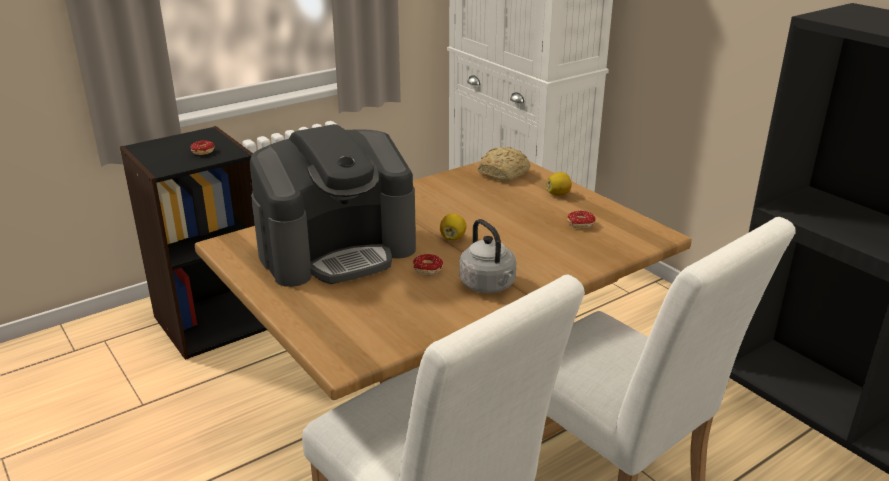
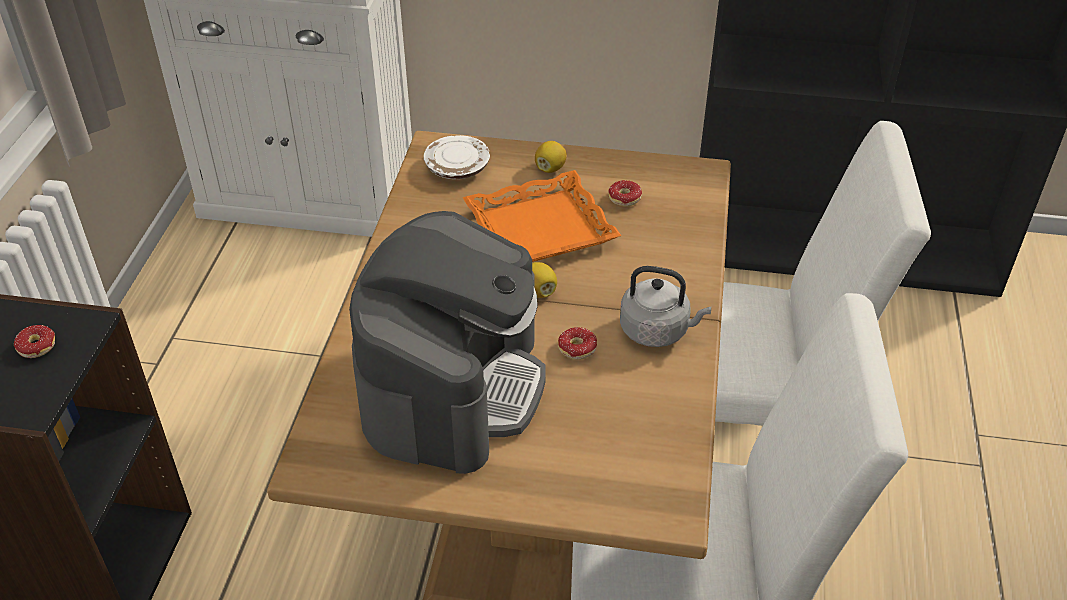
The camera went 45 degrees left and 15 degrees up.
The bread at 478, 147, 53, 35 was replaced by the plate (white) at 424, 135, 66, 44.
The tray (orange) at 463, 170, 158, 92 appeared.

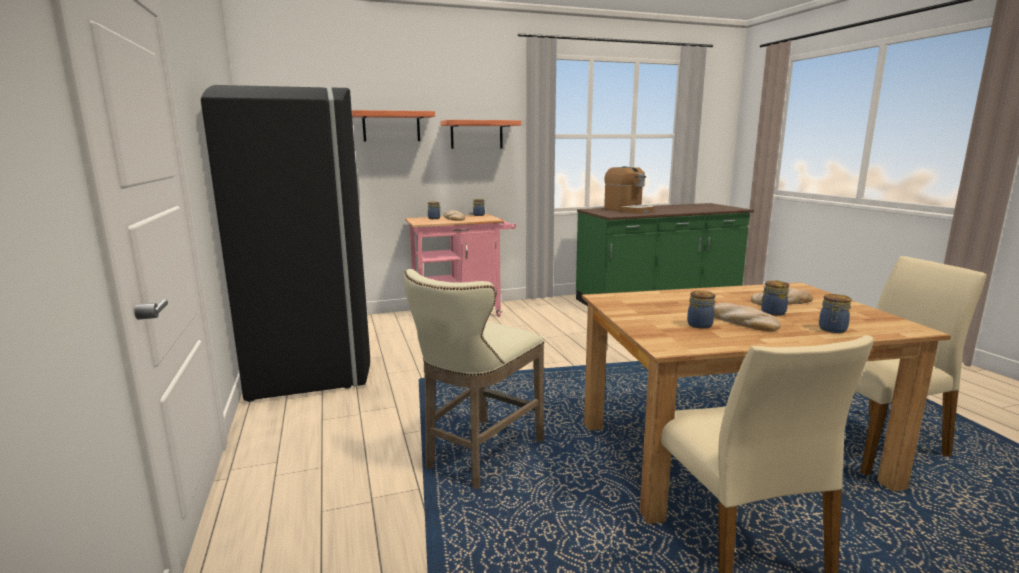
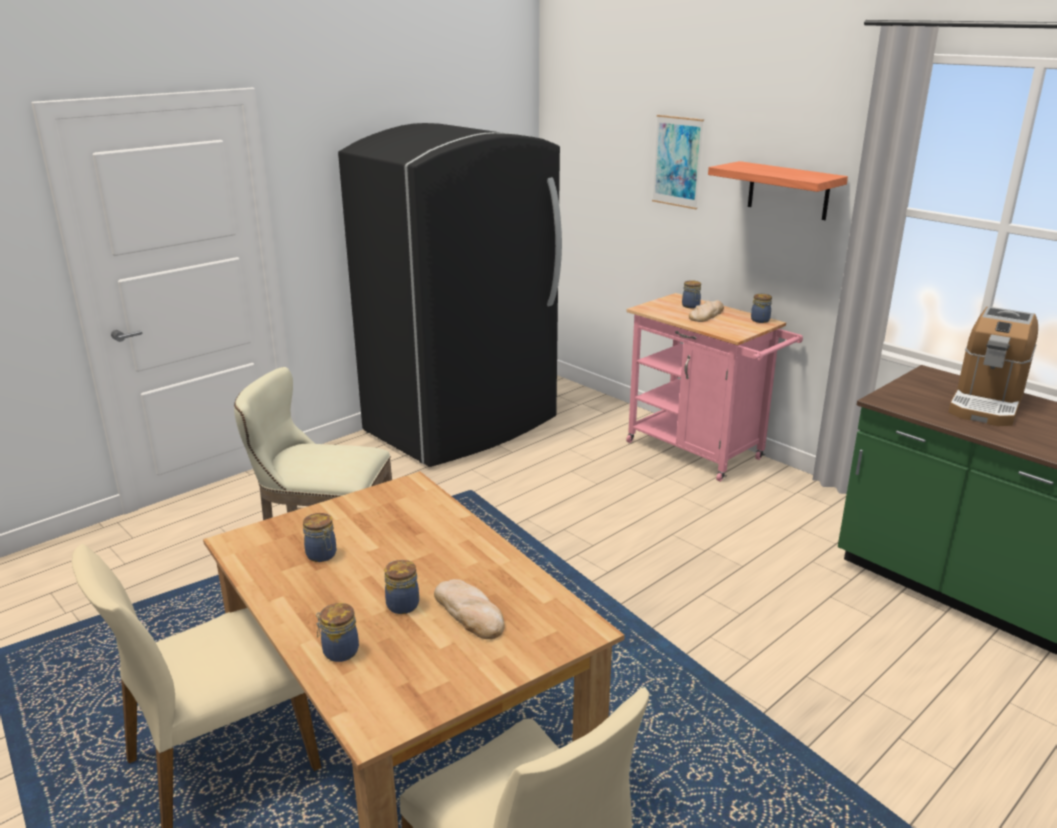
The camera went 65 degrees right and 10 degrees up.
The shelf at 352, 110, 83, 32 was replaced by the picture at 652, 115, 52, 94.
The bread at 713, 302, 67, 29 disappeared.

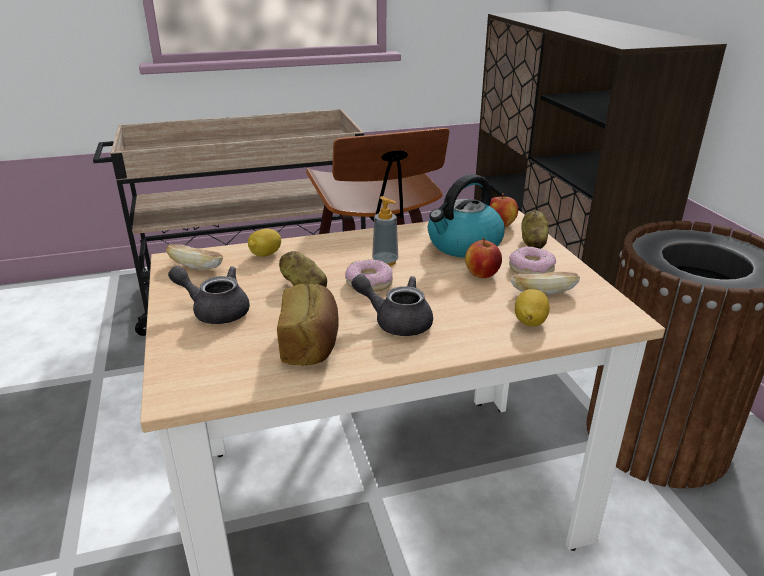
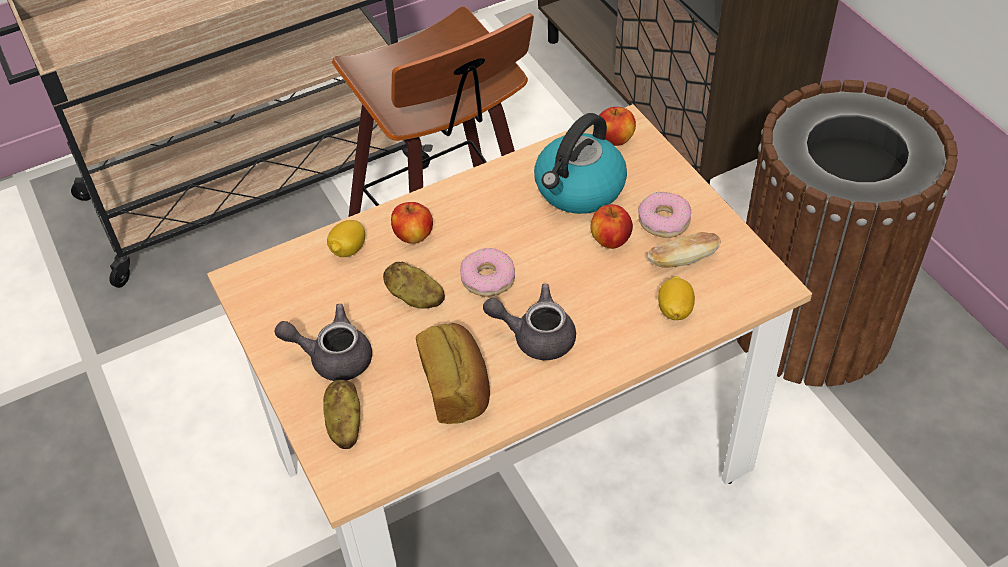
The camera went 10 degrees left and 20 degrees up.
The soap dispenser at 372, 196, 26, 70 disappeared.
The potato moved from 521, 210, 28, 39 to 323, 380, 37, 69.
The bread at 166, 244, 57, 26 disappeared.
The apple at 391, 202, 42, 42 appeared.

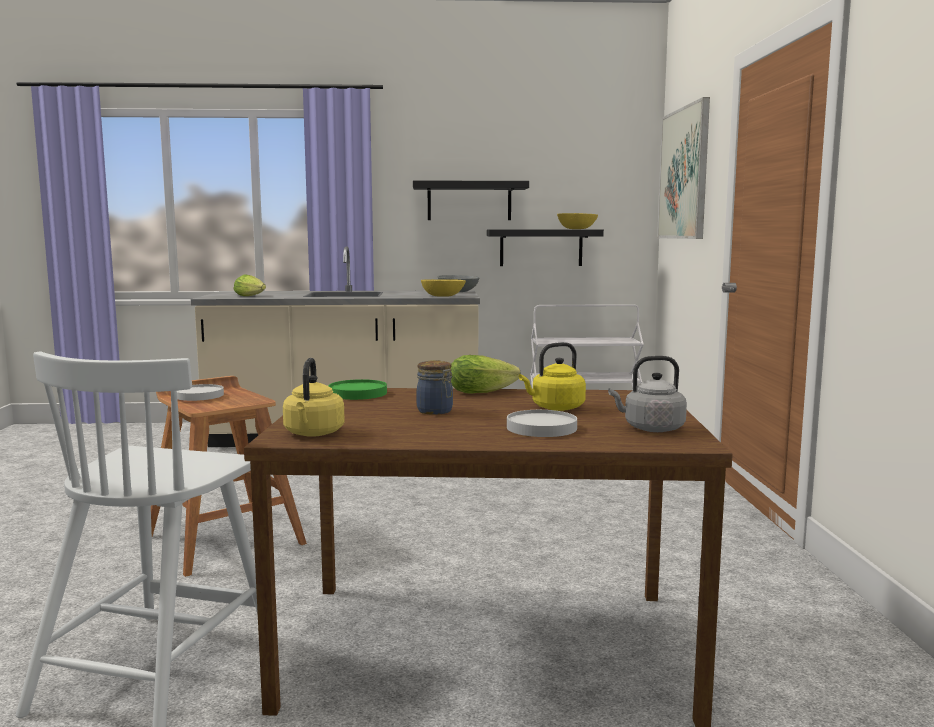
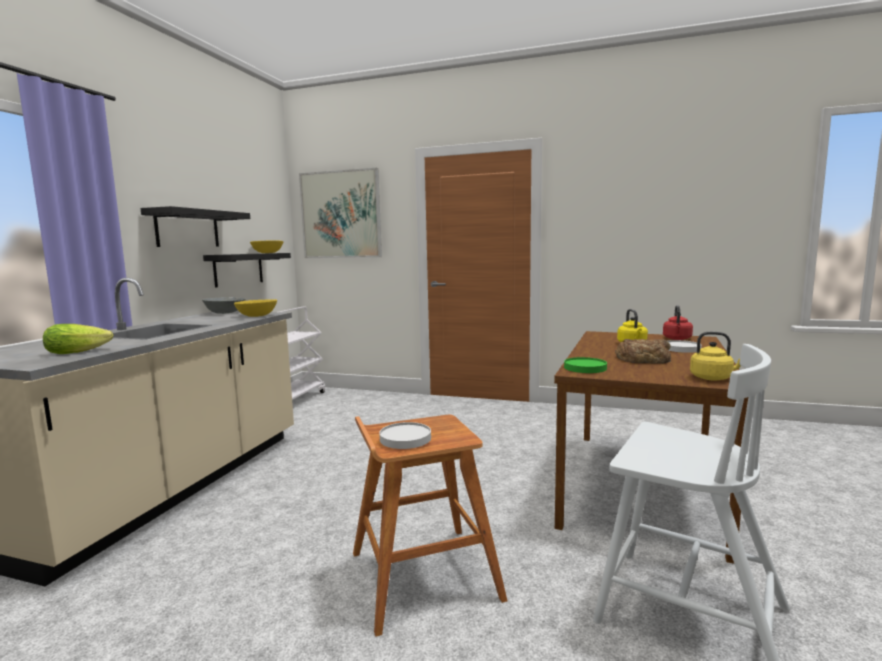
The camera went 70 degrees left and 0 degrees up.
The lettuce at 450, 355, 70, 38 disappeared.
The kettle (grey) at 608, 356, 79, 76 became the kettle (red) at 663, 305, 30, 35.
The jar at 416, 360, 37, 55 was replaced by the bread at 615, 339, 56, 25.

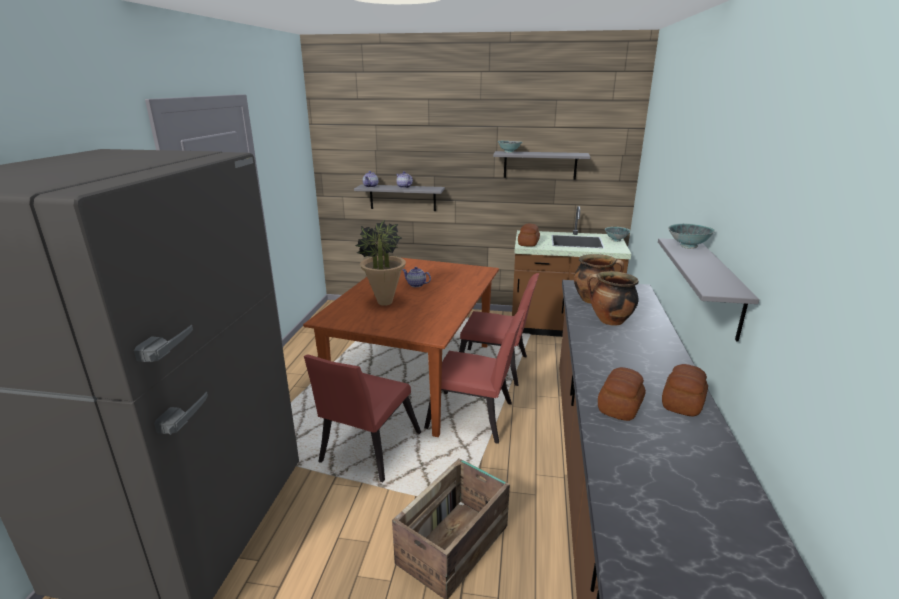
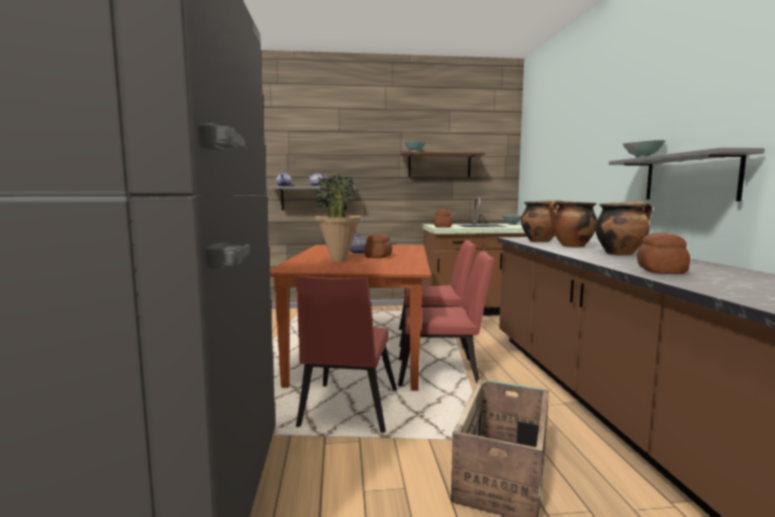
The camera went 15 degrees left and 15 degrees down.
The shelf (grey) at 493, 151, 97, 29 became the shelf (brown) at 400, 152, 85, 25.
The bread moved from 662, 364, 46, 52 to 364, 233, 28, 25.
The cooking pot at 595, 201, 58, 54 appeared.

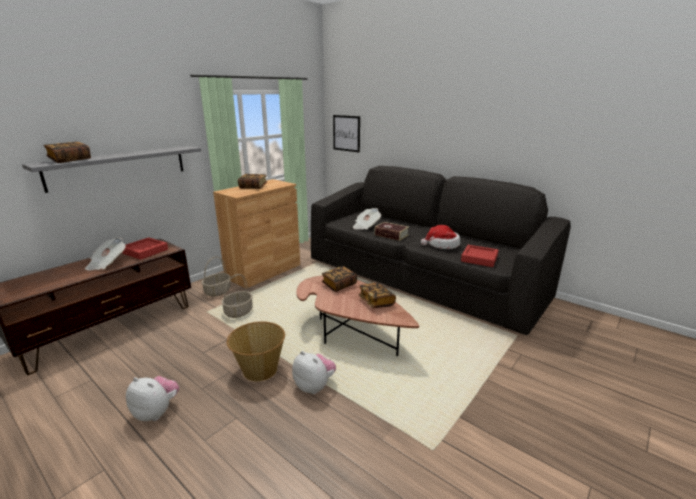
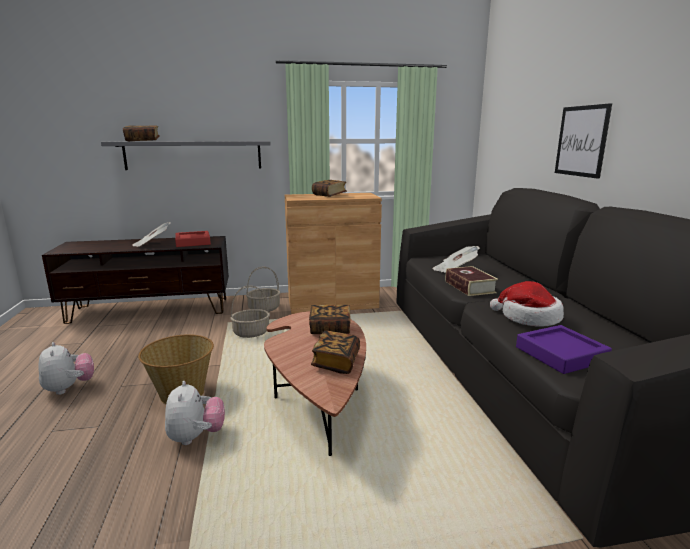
The camera went 40 degrees right and 5 degrees down.
The picture moved from 333, 115, 27, 37 to 555, 103, 57, 76.
The tray (red) at 461, 245, 37, 22 became the tray (purple) at 516, 325, 96, 49.

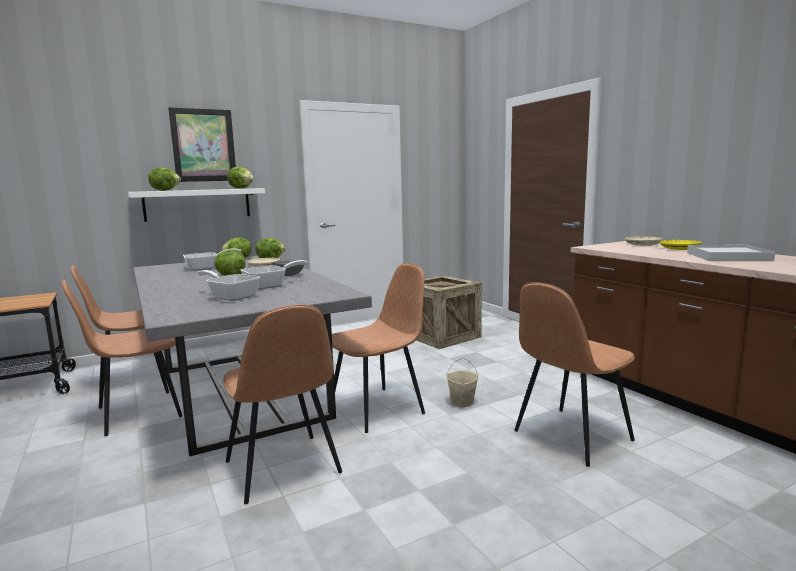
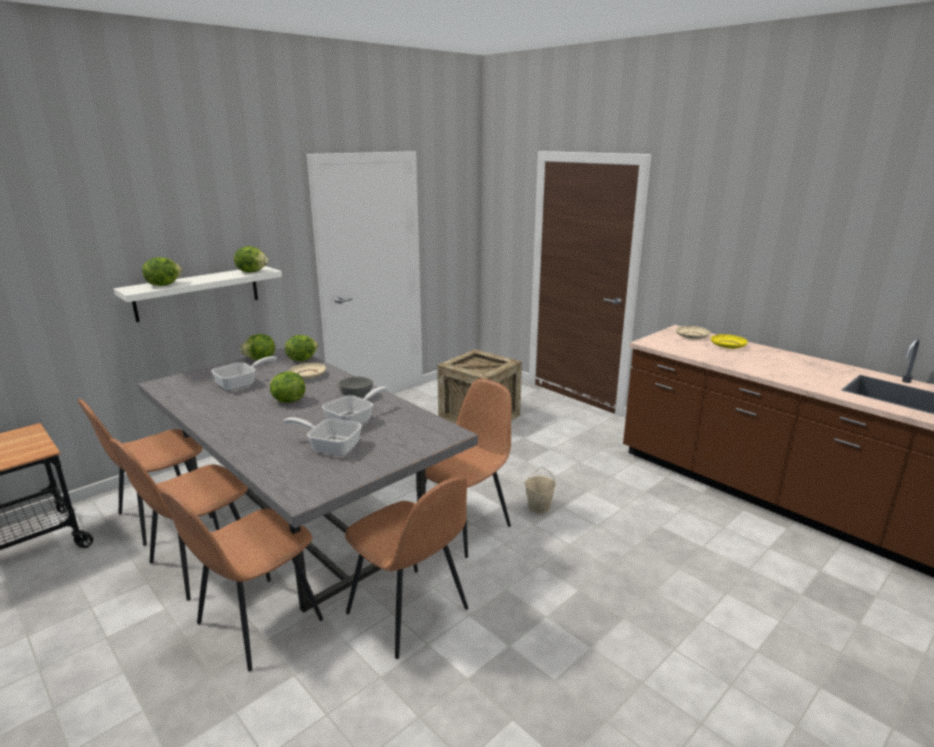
The camera went 15 degrees left and 10 degrees up.
The picture at 168, 107, 68, 75 disappeared.
The tray (white) at 687, 245, 88, 16 disappeared.
The chair (brown) moved from 514, 282, 121, 185 to 159, 488, 164, 183.

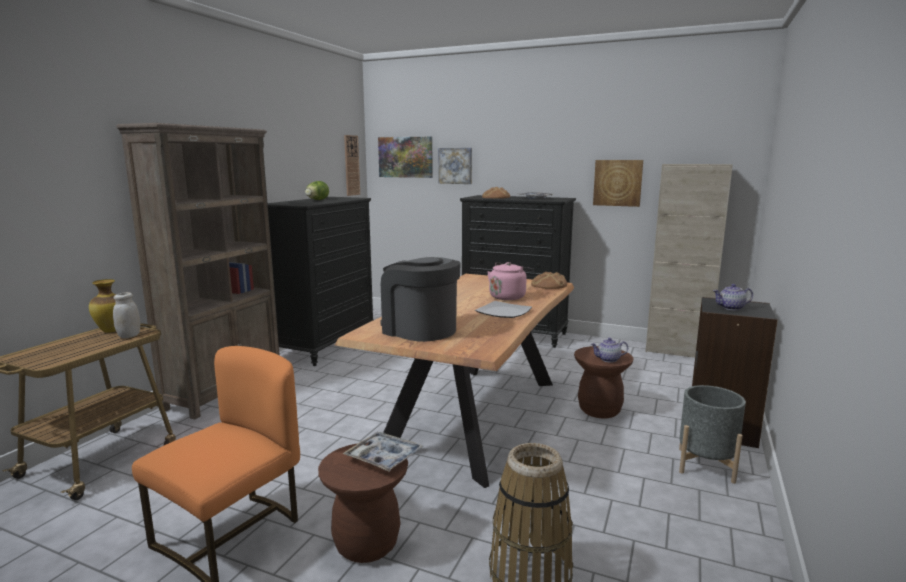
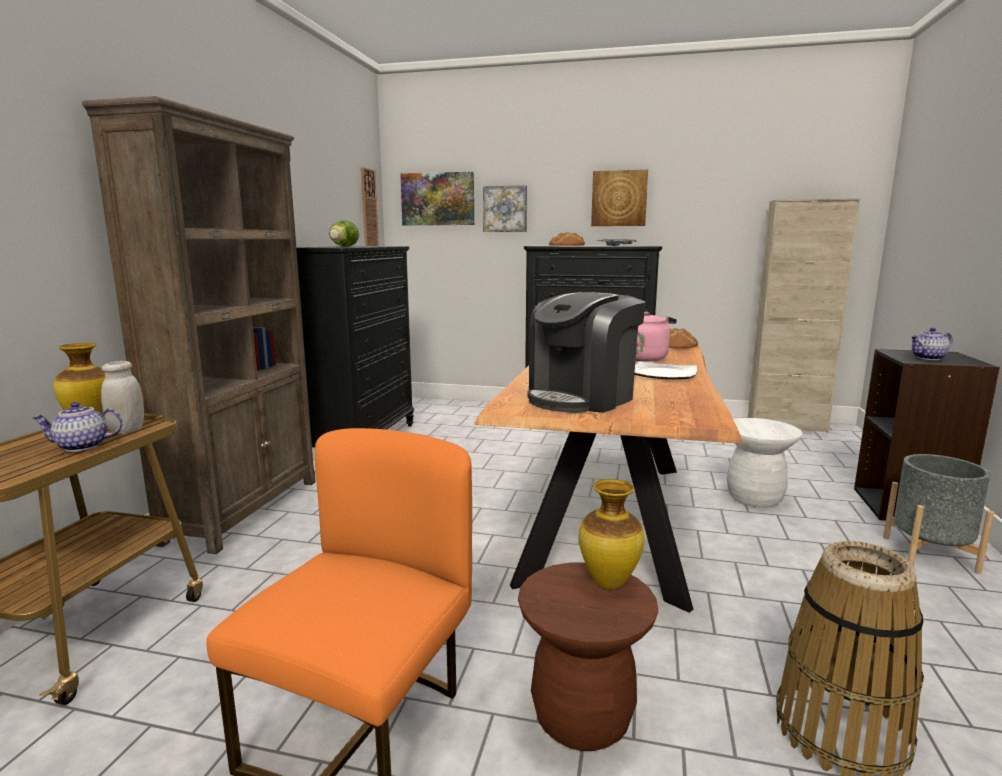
The camera went 10 degrees left and 0 degrees up.
The picture moved from 593, 160, 50, 47 to 591, 170, 57, 56.
The coffee machine at 381, 257, 80, 85 turned 75 degrees counterclockwise.
The teapot moved from 591, 338, 37, 24 to 31, 402, 92, 50.
The stool (brown) at 574, 346, 59, 73 became the stool (white) at 726, 418, 76, 90.
The tray at 342, 432, 81, 40 was replaced by the vase at 579, 479, 66, 111.

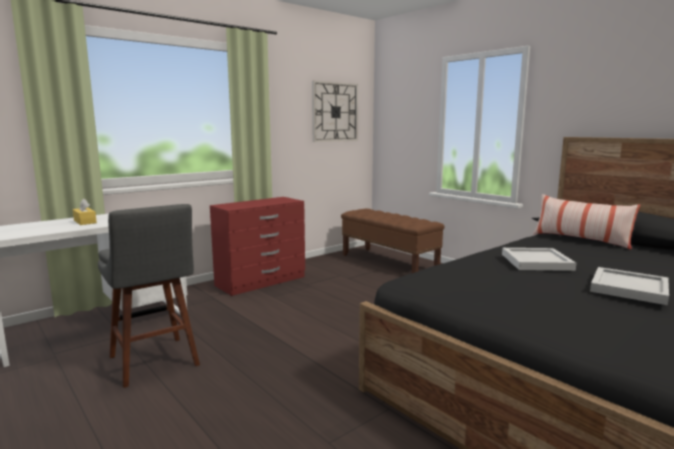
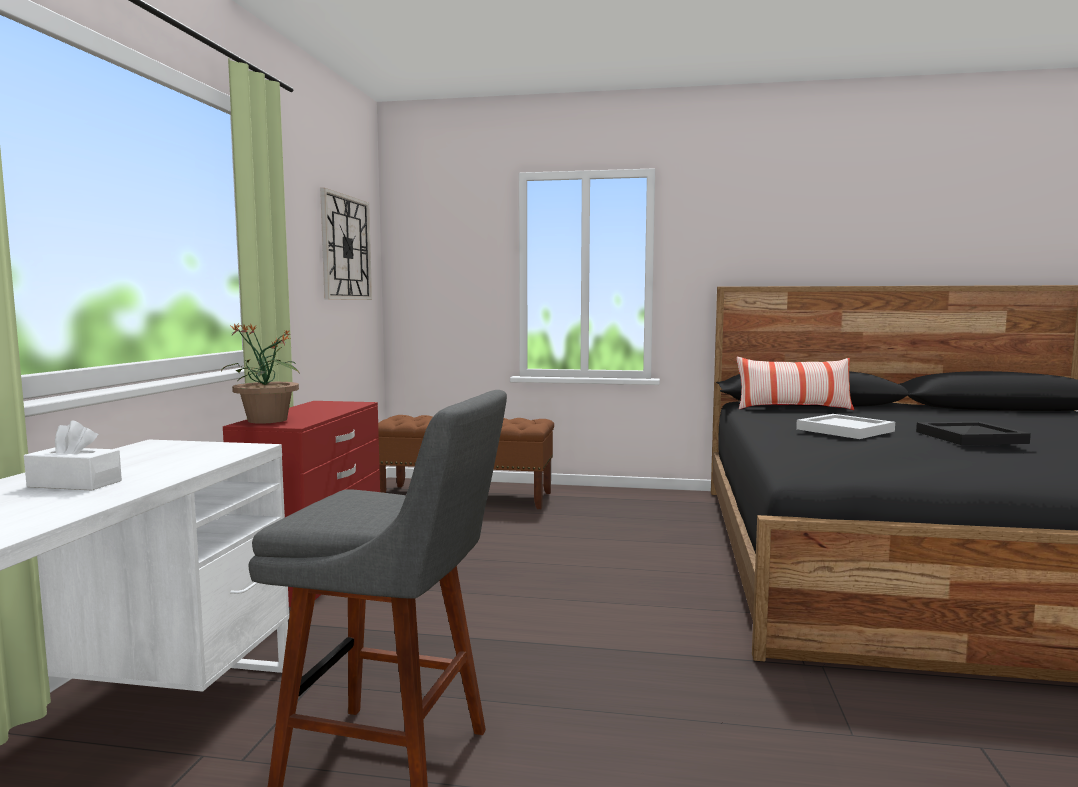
The camera went 40 degrees left and 5 degrees down.
The tissue box (yellow) at 73, 199, 24, 26 became the tissue box (white) at 24, 420, 98, 71.
The tray (white) at 590, 267, 79, 38 became the tray (black) at 916, 422, 115, 23.
The potted plant at 221, 323, 78, 101 appeared.

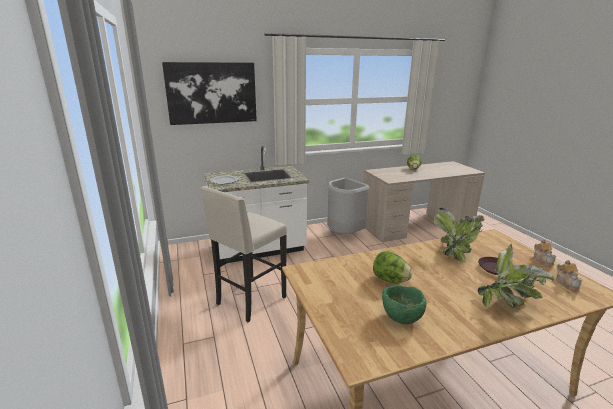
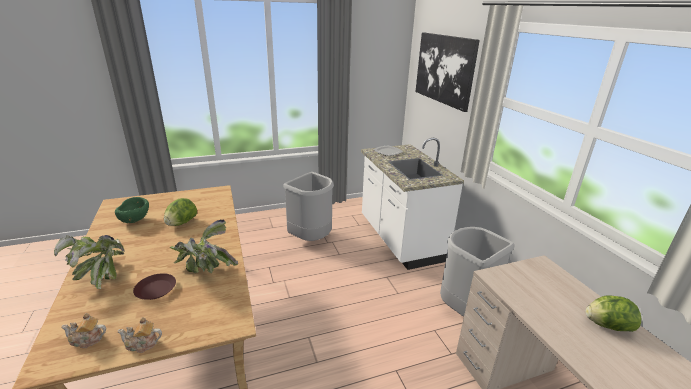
The camera went 90 degrees right and 5 degrees up.
The stool (beige) at 200, 186, 87, 136 was replaced by the trash can (grey) at 283, 172, 51, 69.

